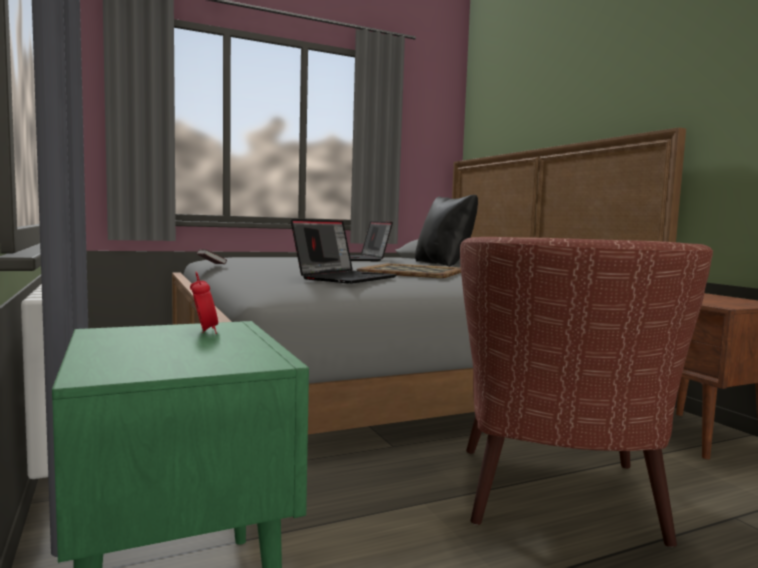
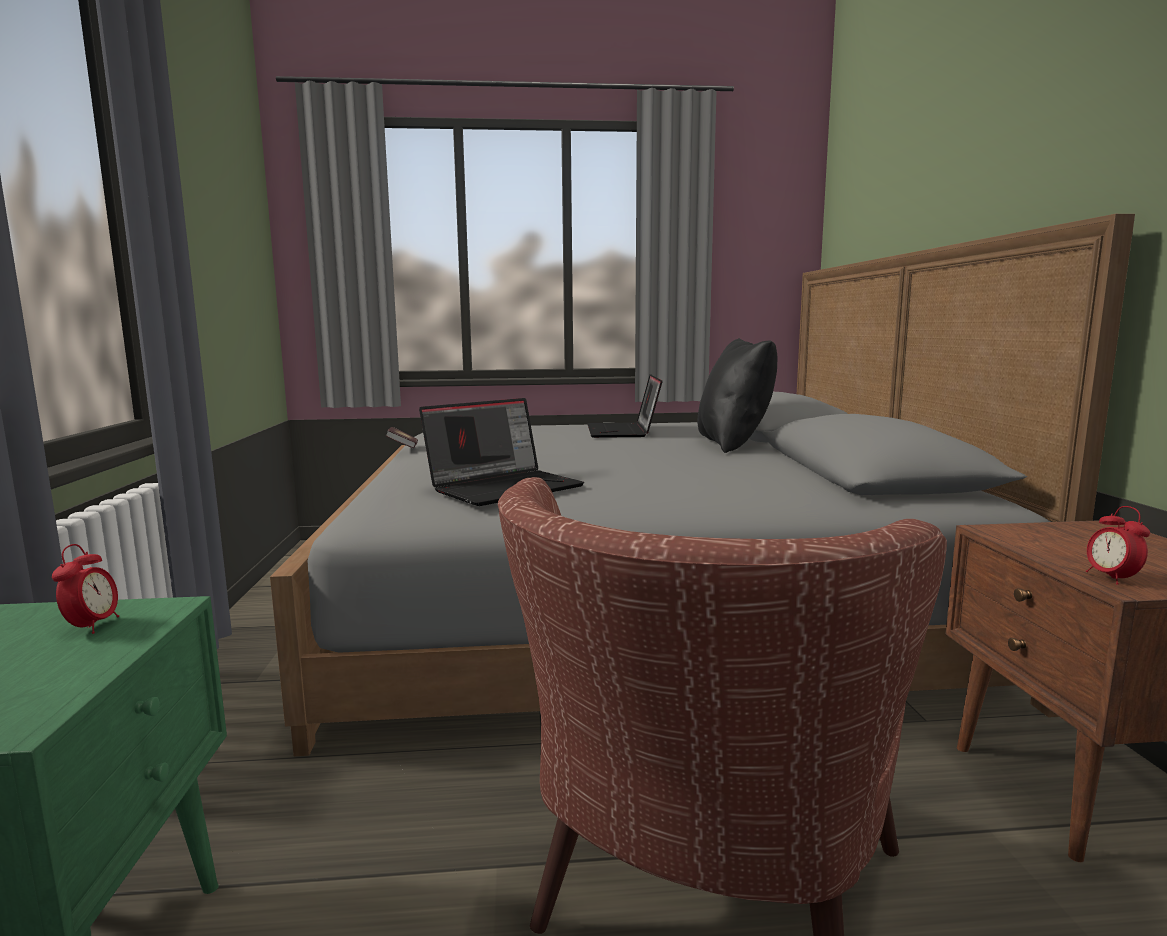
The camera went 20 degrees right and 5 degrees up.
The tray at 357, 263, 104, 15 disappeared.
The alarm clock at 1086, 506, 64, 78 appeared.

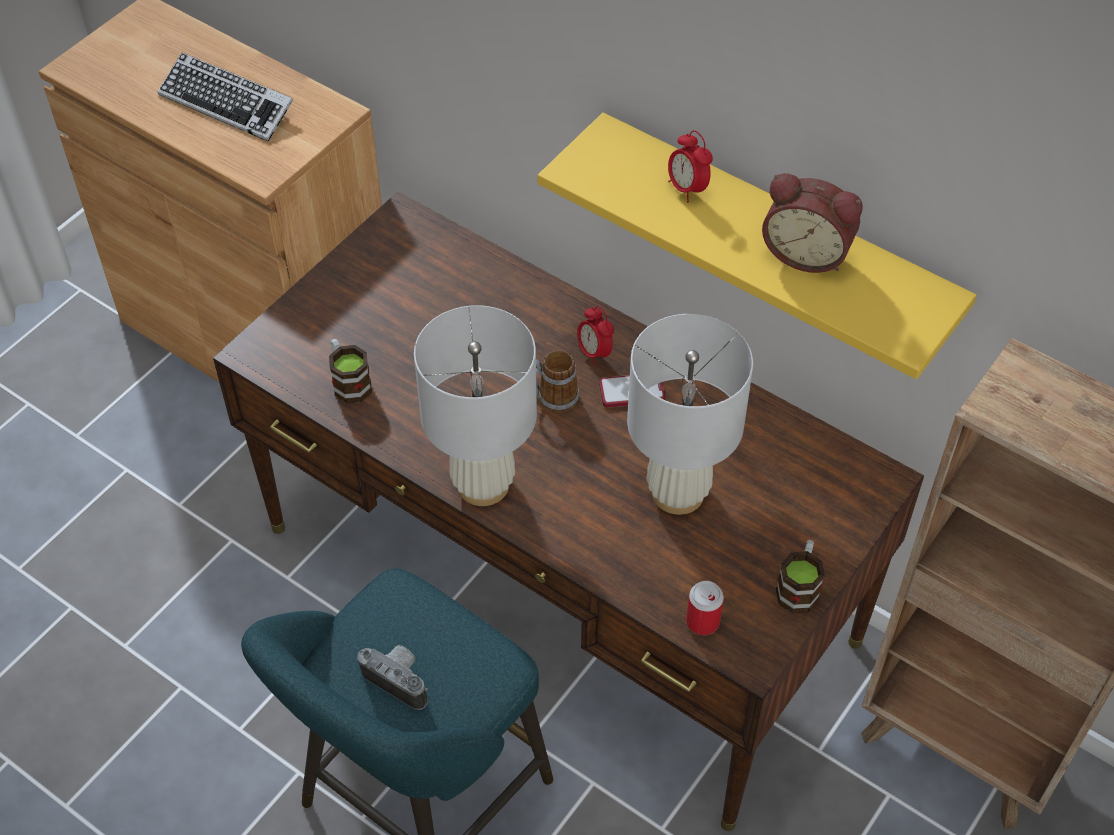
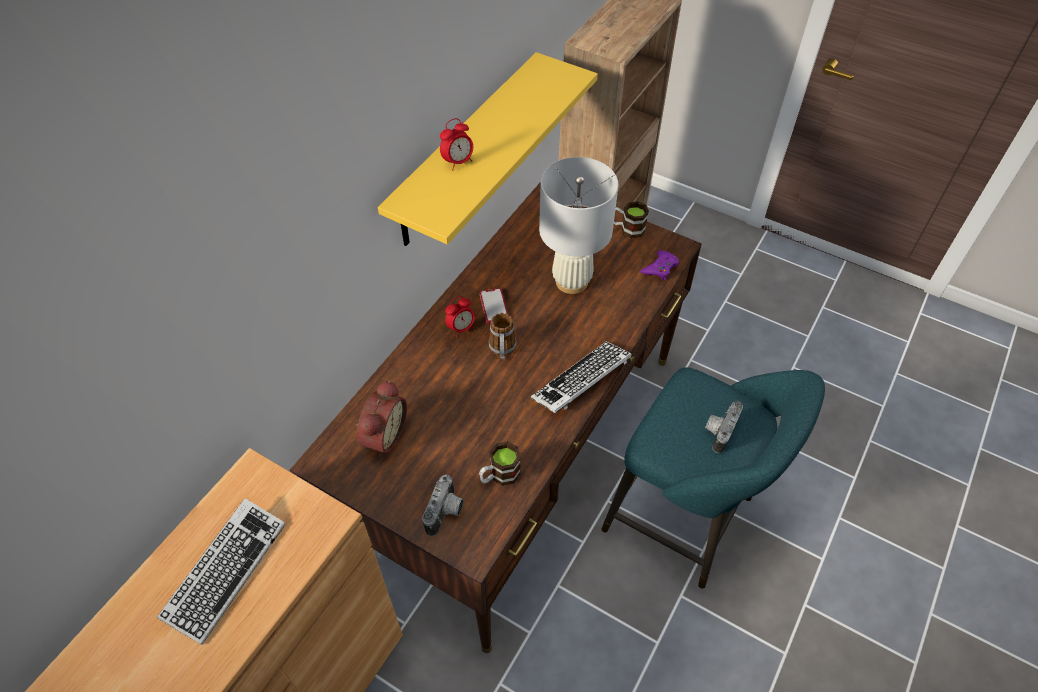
The camera went 95 degrees left and 0 degrees up.
The alarm clock moved from 762, 173, 101, 100 to 356, 380, 51, 77.
The table lamp (white) at 414, 305, 123, 201 was replaced by the keyboard at 531, 341, 101, 72.
The can at 686, 581, 38, 54 was replaced by the game controller (purple) at 640, 250, 39, 30.
The photo camera at 422, 475, 42, 62 appeared.

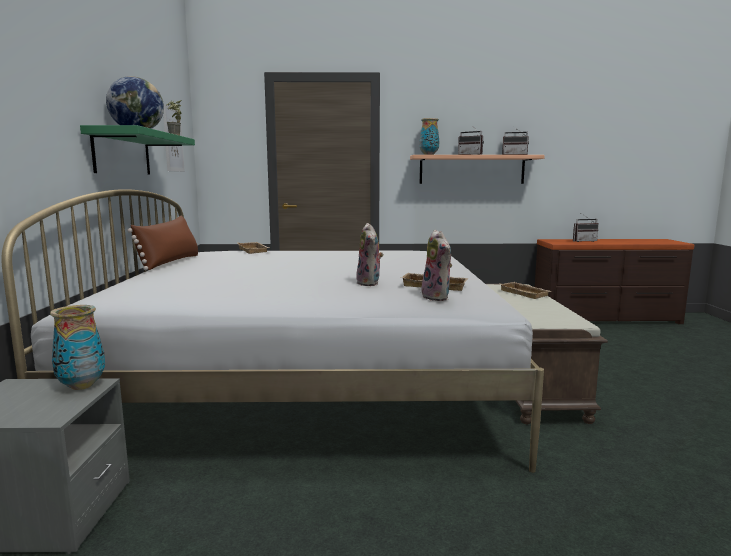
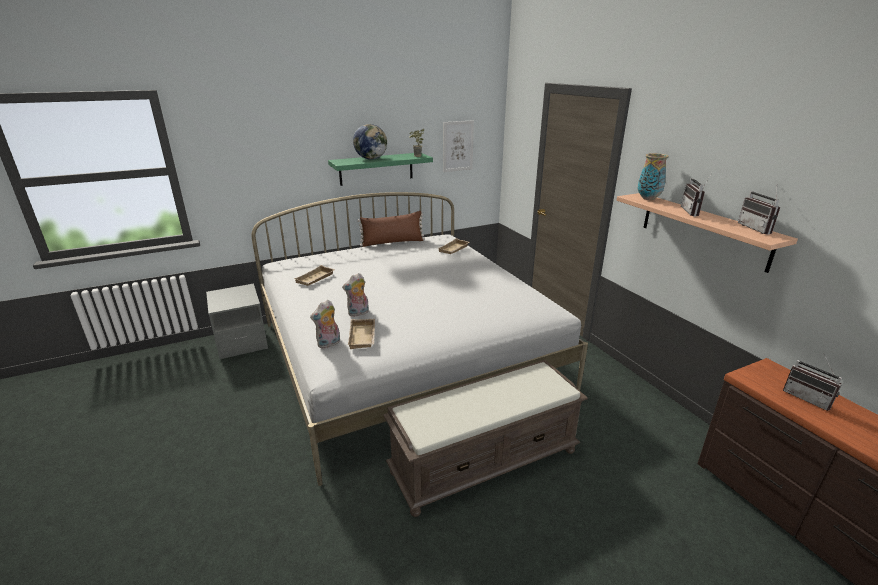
The camera went 65 degrees right and 15 degrees up.
The tray (beige) moved from 500, 282, 52, 17 to 294, 265, 41, 21.
The vase at 50, 305, 55, 85 disappeared.

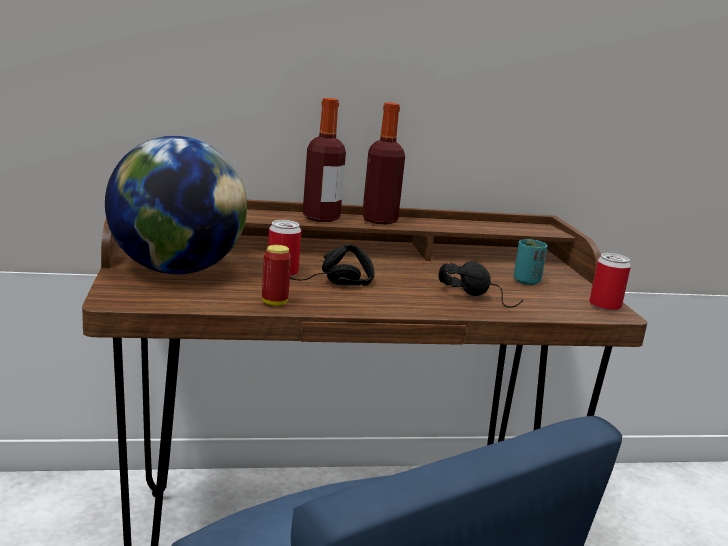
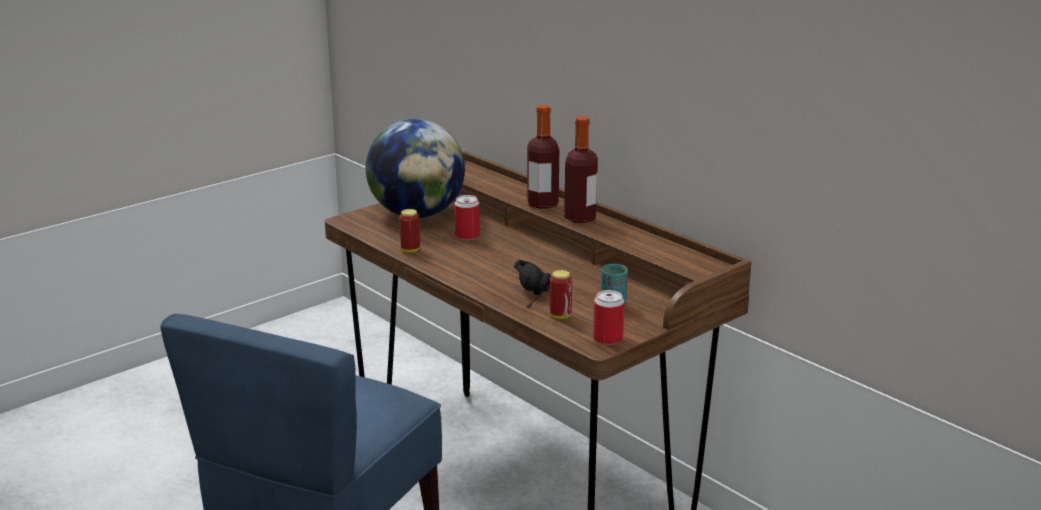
The camera went 60 degrees right and 5 degrees up.
The headphones (black) at 290, 244, 85, 42 disappeared.
The can at 550, 270, 22, 49 appeared.

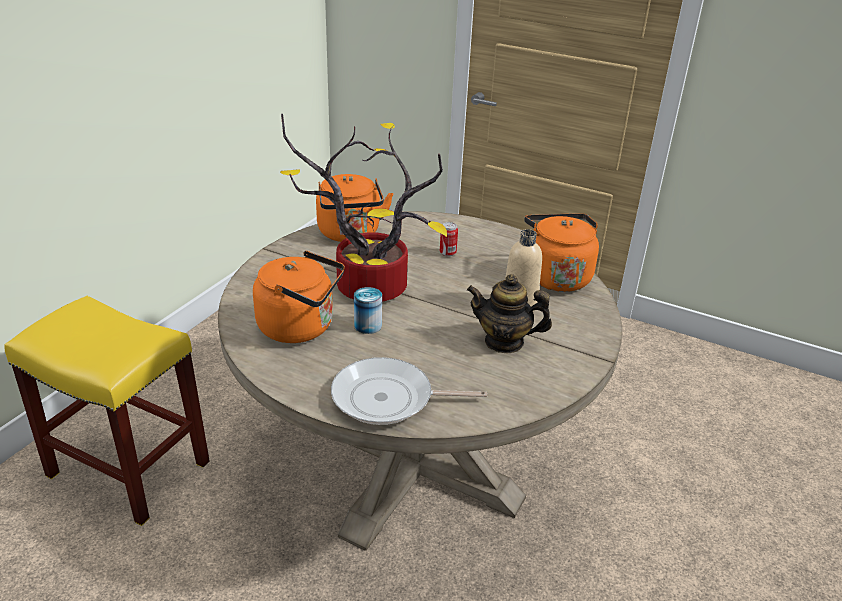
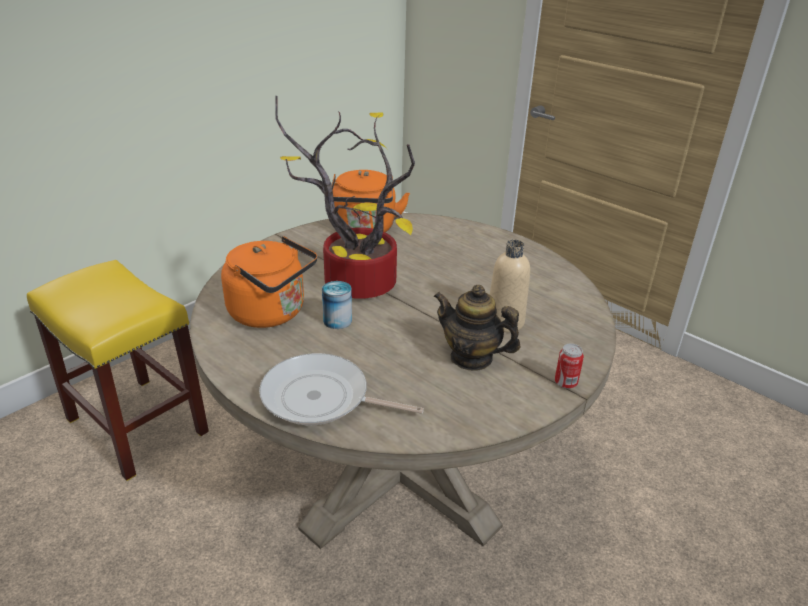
The camera went 15 degrees right and 0 degrees up.
The kettle (orange) at 524, 213, 75, 79 disappeared.
The can moved from 440, 222, 18, 34 to 555, 344, 29, 45.

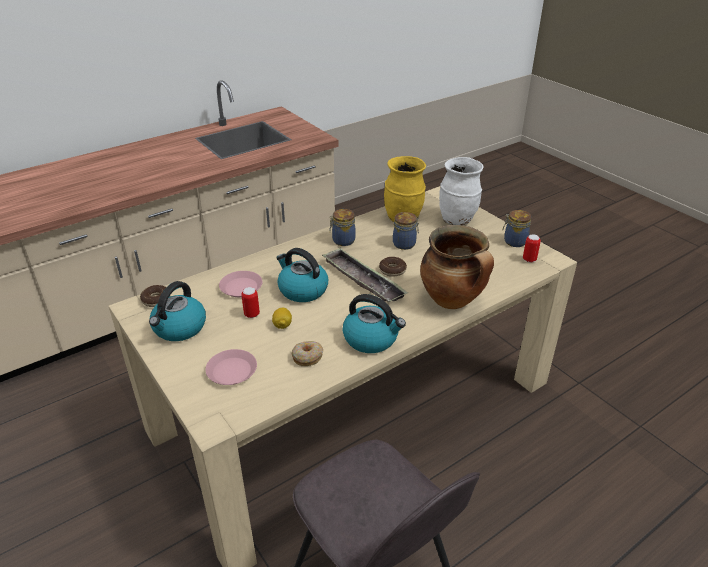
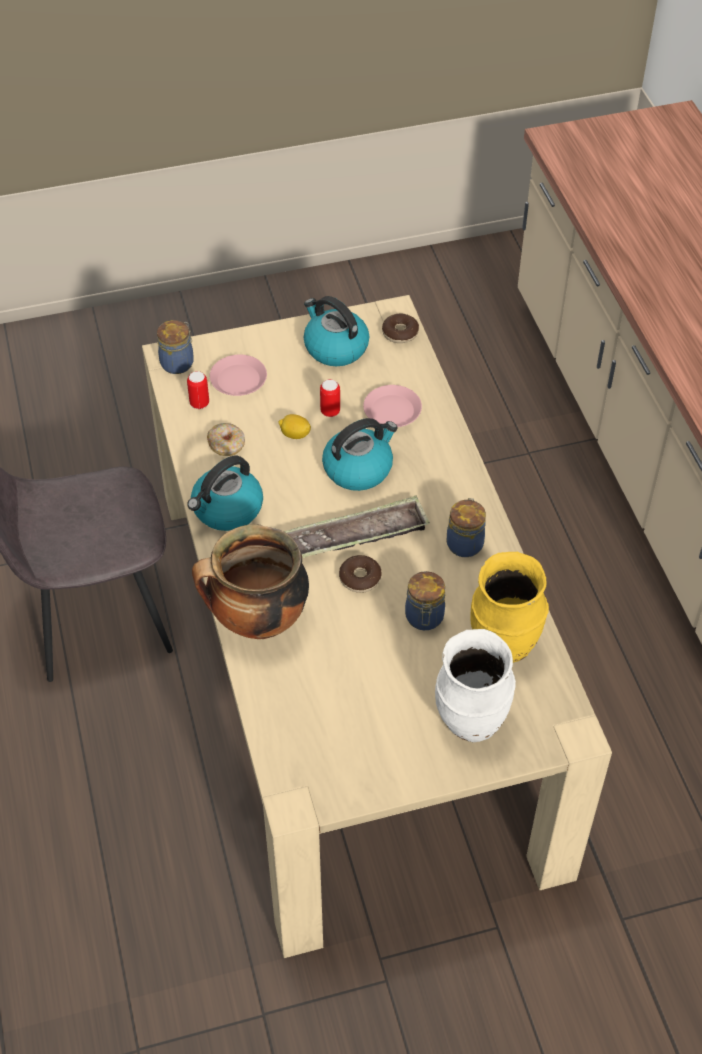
The camera went 110 degrees right and 15 degrees up.
The jar moved from 502, 210, 29, 37 to 157, 320, 37, 54.
The can moved from 523, 234, 18, 28 to 187, 371, 22, 38.

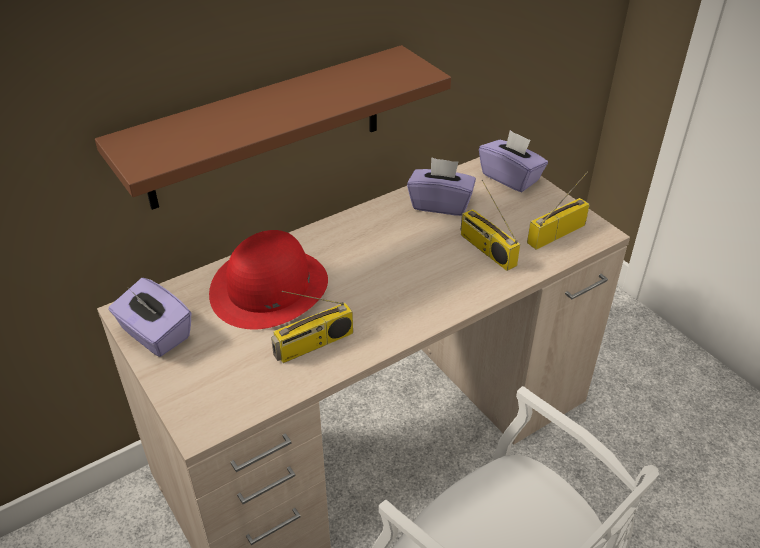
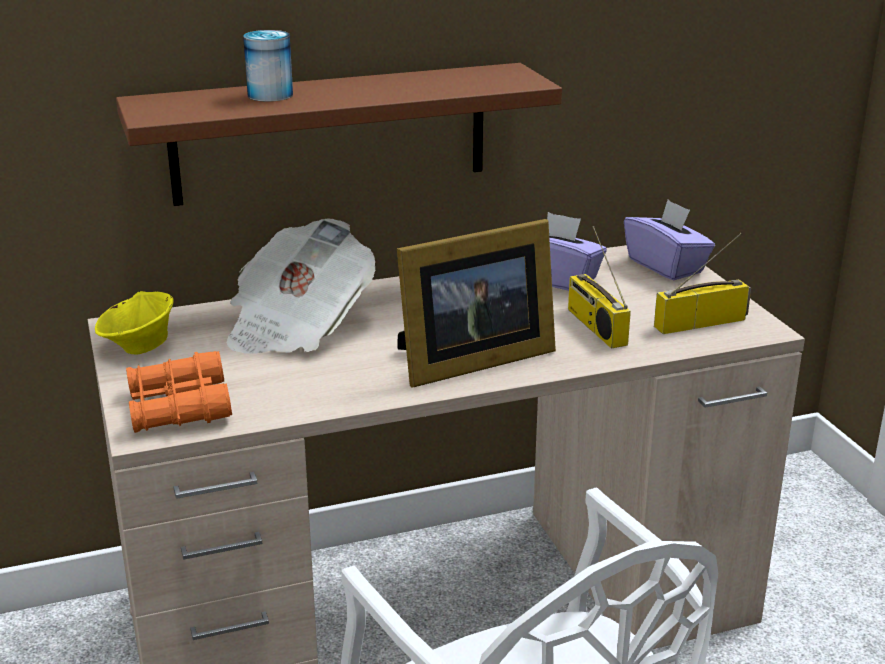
The camera went 15 degrees right and 15 degrees down.
The hat (red) at 209, 230, 119, 100 was replaced by the newspaper at 226, 219, 150, 135.
The tissue box (purple) at 109, 278, 82, 79 was replaced by the bowl (yellow) at 95, 291, 79, 64.
The radio at 271, 291, 82, 72 disappeared.
The can at 243, 30, 50, 72 appeared.
The picture frame at 397, 219, 159, 169 appeared.
The binoculars (orange) at 126, 351, 106, 82 appeared.

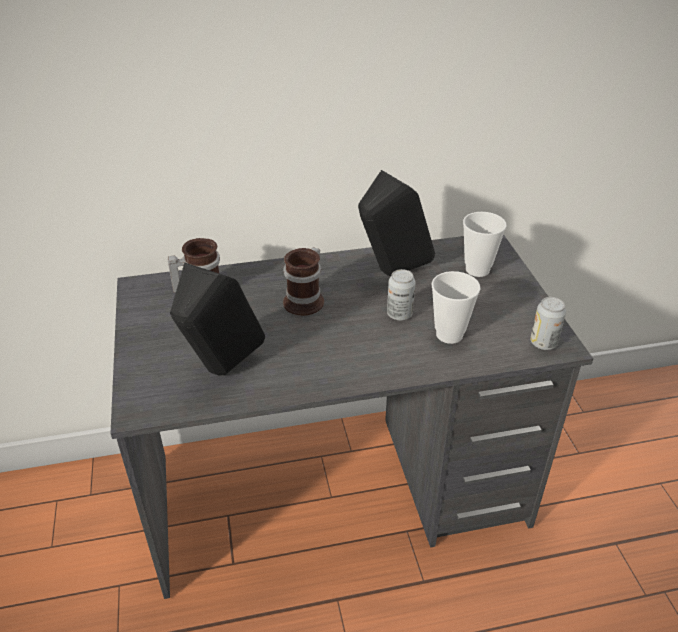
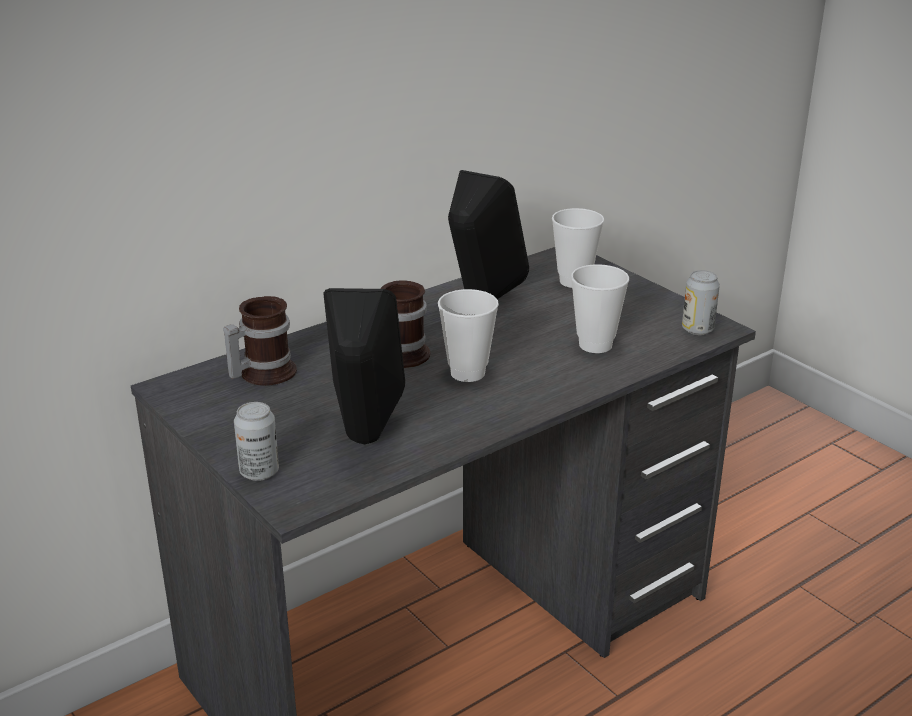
The camera went 25 degrees left and 10 degrees down.
The can moved from 387, 269, 29, 52 to 234, 402, 45, 79.
The cup at 438, 289, 61, 93 appeared.

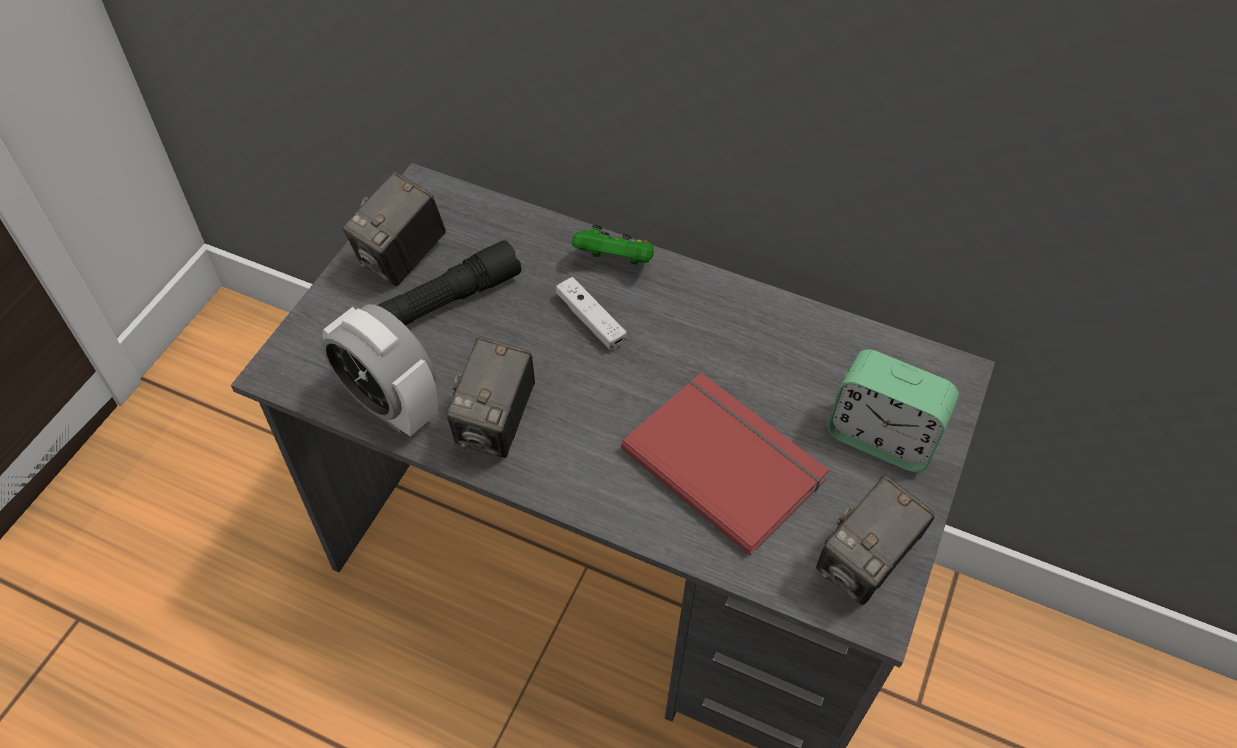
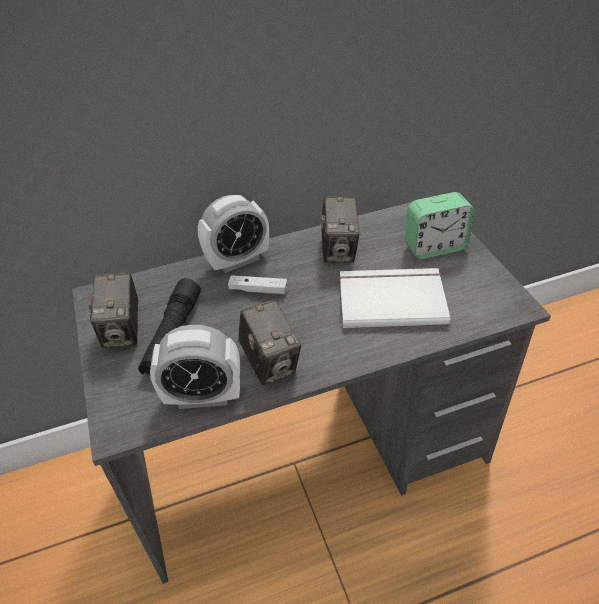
The camera went 40 degrees left and 10 degrees down.
The game controller (green) at 572, 225, 82, 40 was replaced by the alarm clock at 198, 195, 71, 78.
The book (red) at 621, 373, 208, 182 became the book (white) at 340, 268, 110, 60.
The photo camera moved from 816, 475, 119, 130 to 321, 196, 39, 67.

